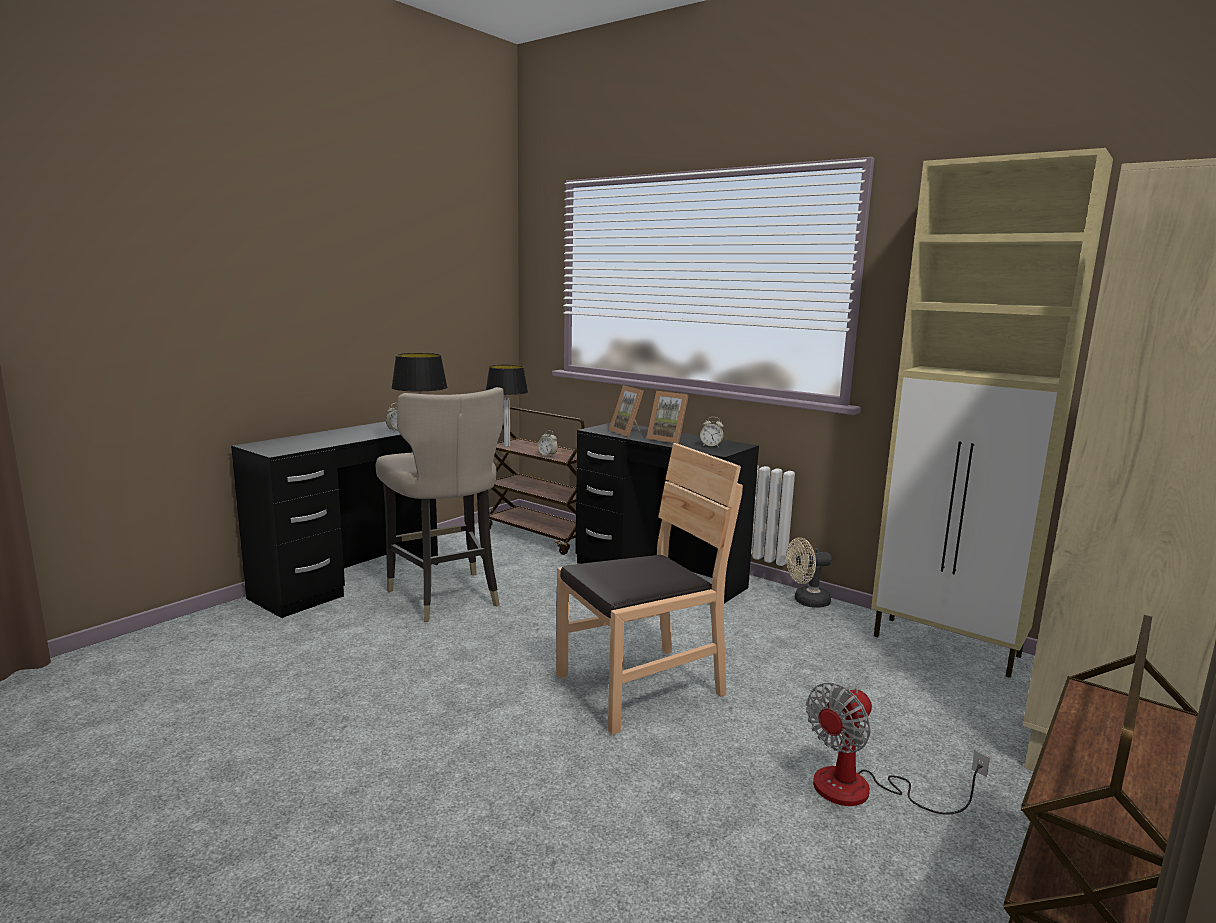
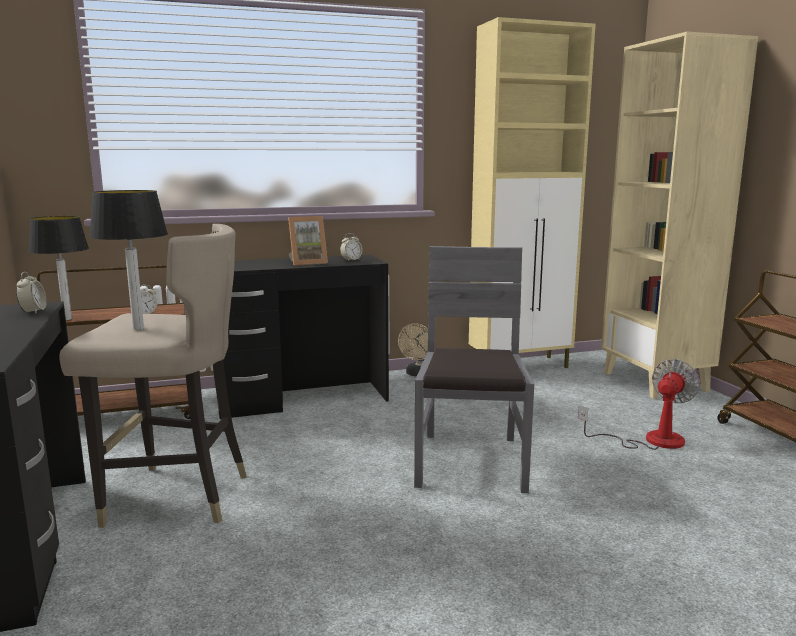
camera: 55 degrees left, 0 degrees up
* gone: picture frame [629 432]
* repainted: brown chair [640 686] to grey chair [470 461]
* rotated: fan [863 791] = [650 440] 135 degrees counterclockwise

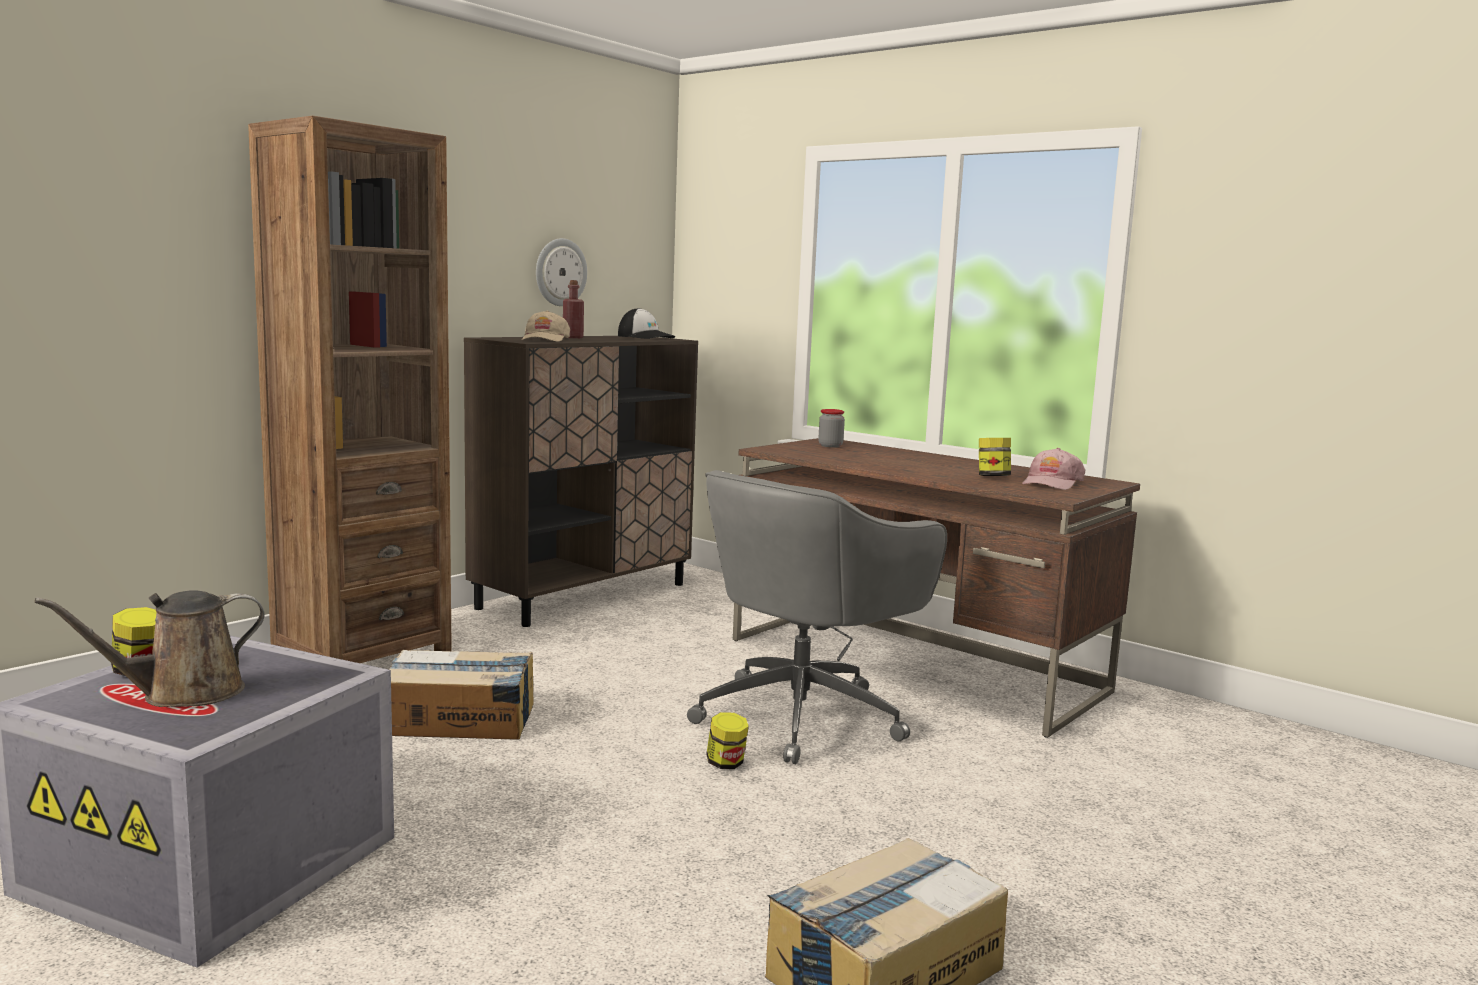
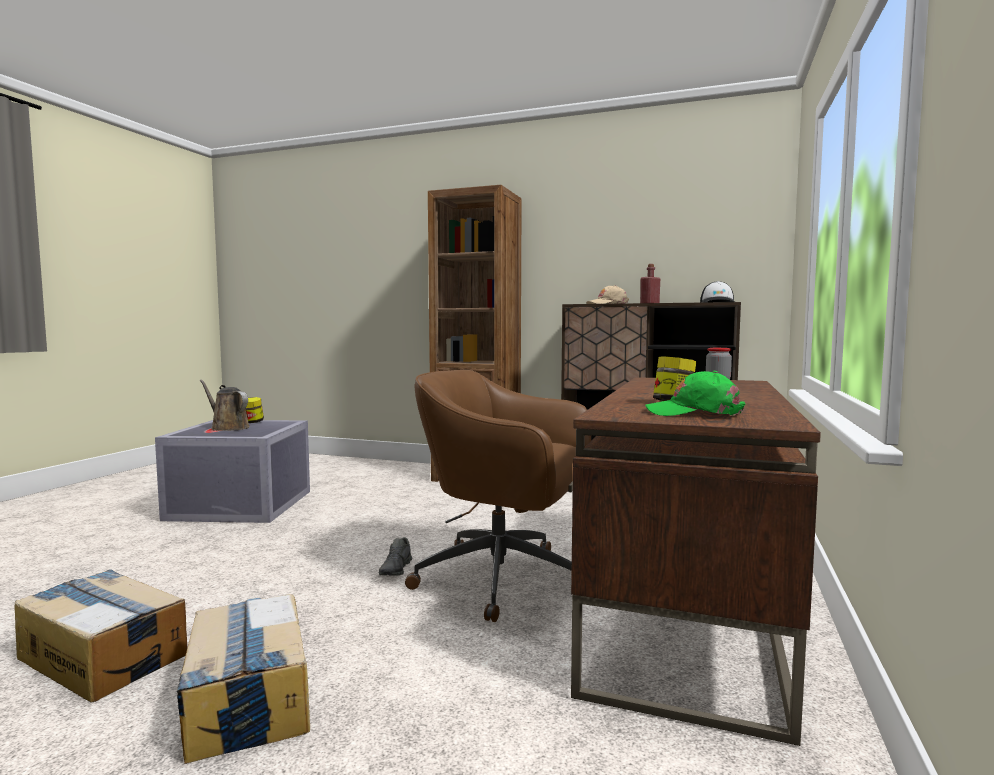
camera: 70 degrees right, 5 degrees down
* gone: wall clock [560 272]
* shifted: cardboard box [460 720] to [248 698]
* swapped: jar [726 764] to grey shoe [396 569]
* repainted: grey office chair [804 716] to brown office chair [505 580]
* repainted: pink cap [1051 483] to green cap [694 413]

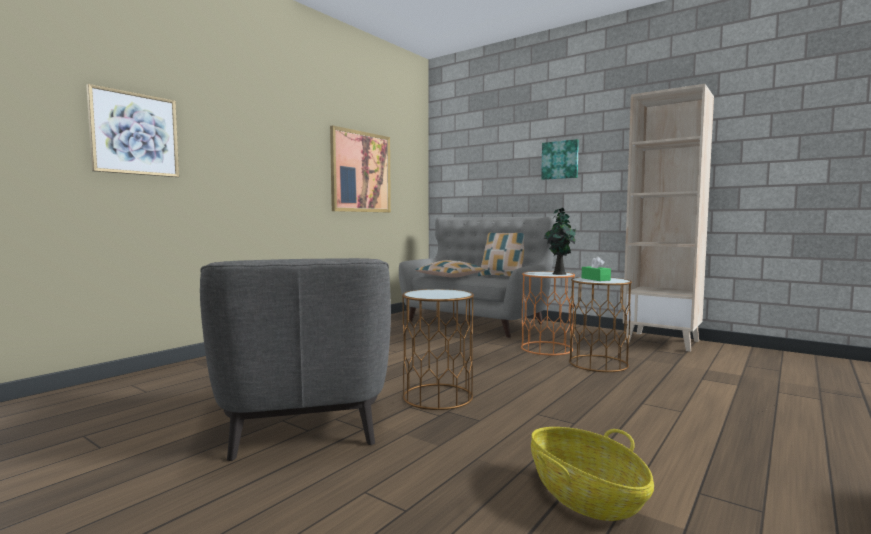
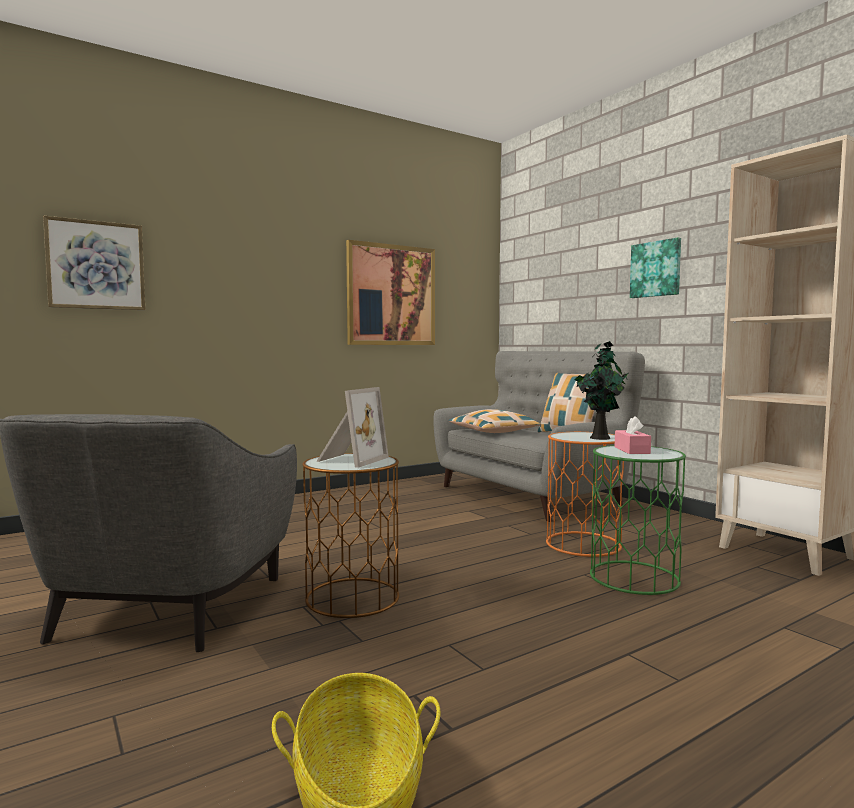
camera: 20 degrees right, 0 degrees up
* new: picture frame [350 460]
* repainted: brown side table [598 363] to green side table [633 577]
* repainted: green tissue box [595 279] to pink tissue box [632 450]

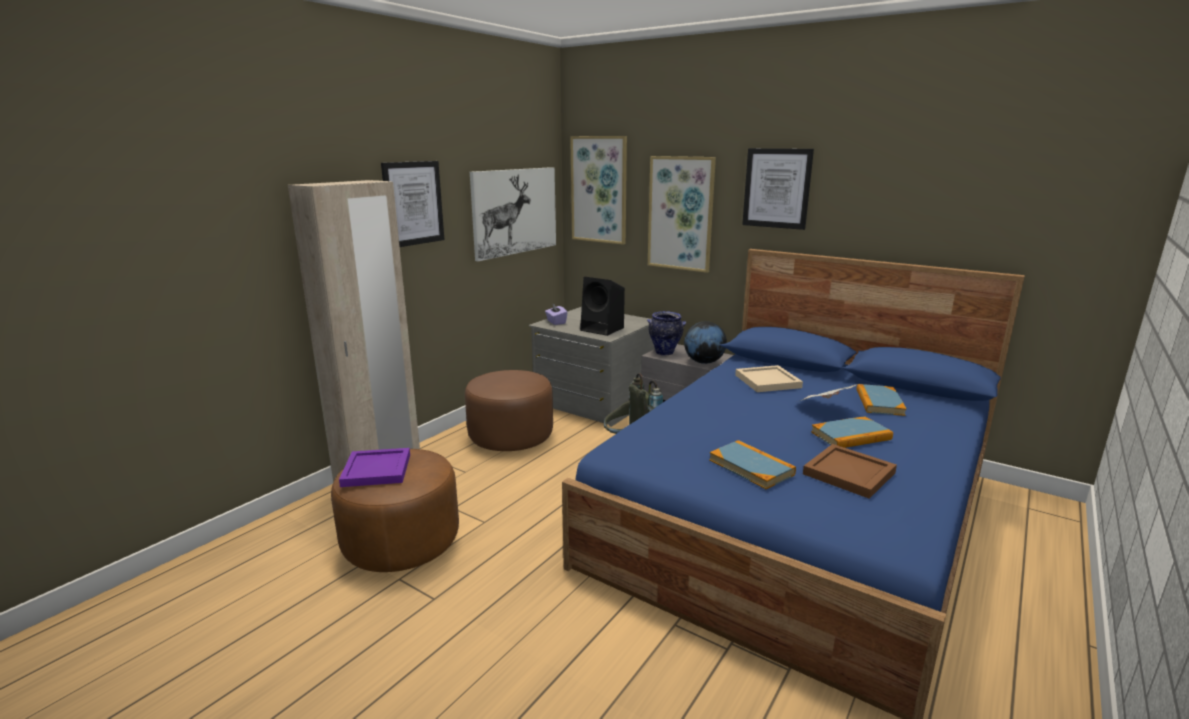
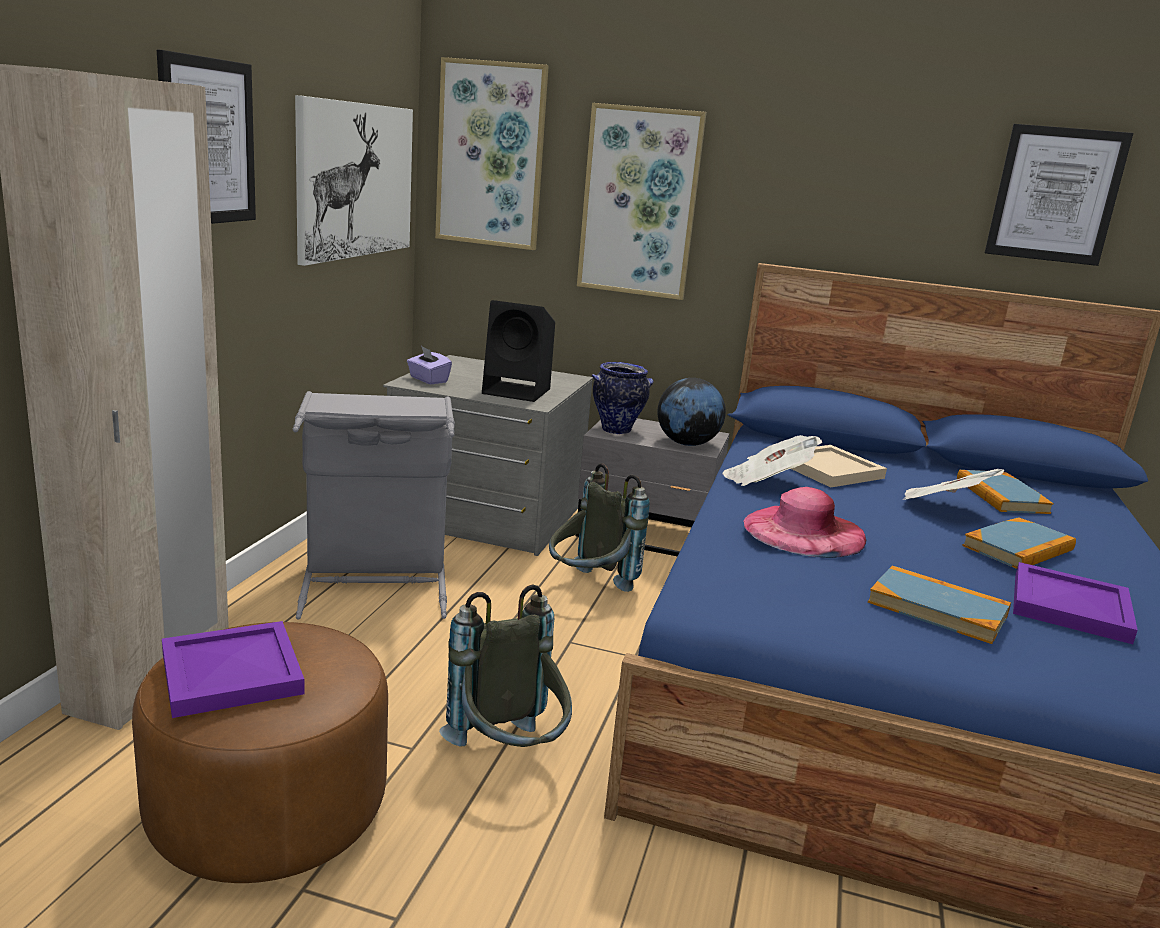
camera: 20 degrees left, 0 degrees up
* new: grey backpack [509 756]
* new: newspaper [766 482]
* new: pink hat [804 531]
* shifted: picture [777 188] to [1055 195]
* swapped: brown ottoman [511 436] to grey laundry basket [375 584]
* repainted: brown tray [848 472] to purple tray [1068 606]

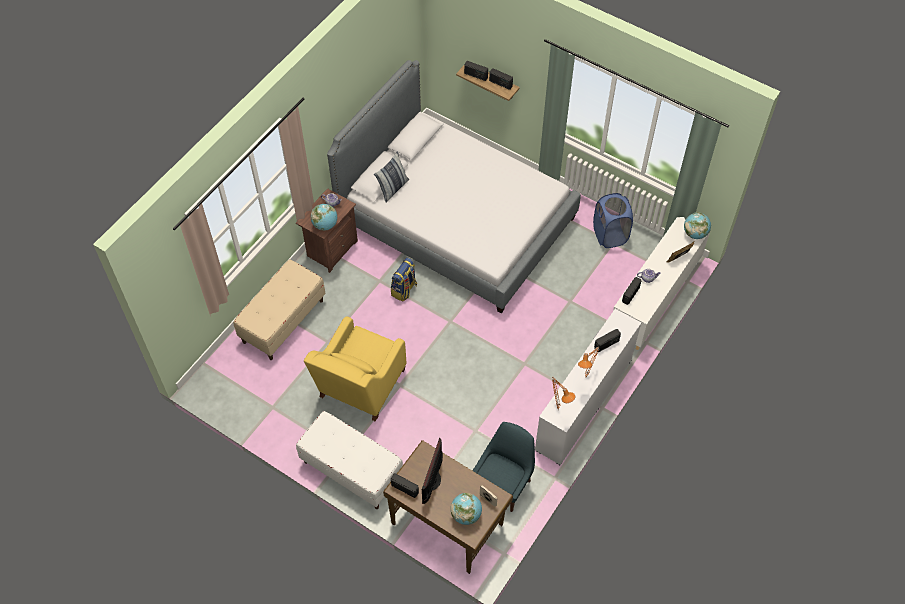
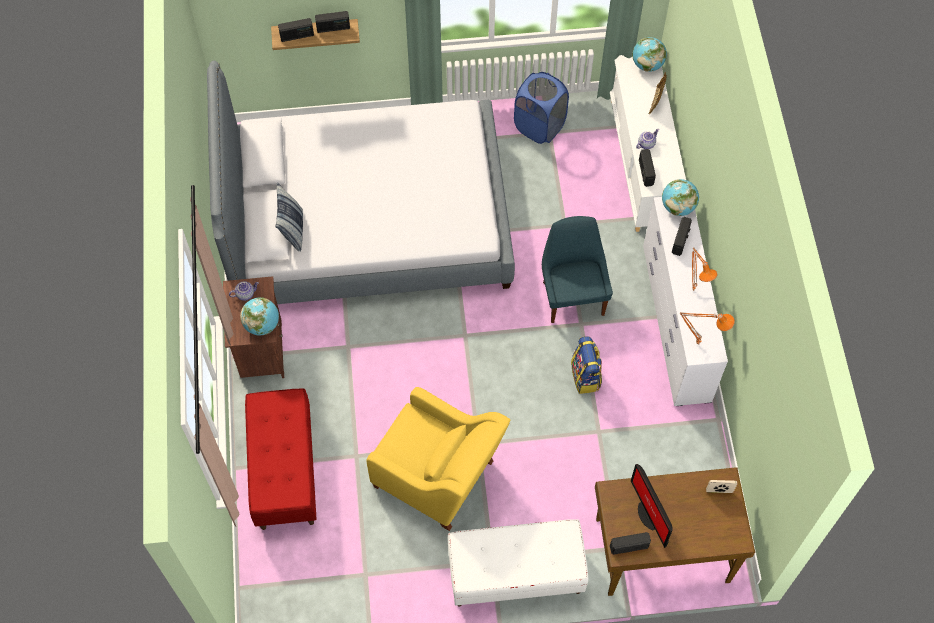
camera: 40 degrees left, 5 degrees up
* shifted: backpack [404 290] to [586 376]
* shifted: globe [466 514] to [678 207]
* shifted: blue chair [503 484] to [572 296]
* repainted: beige bench [283 321] to red bench [284 470]
* rotated: yellow armchair [360 386] = [438 477] 45 degrees counterclockwise

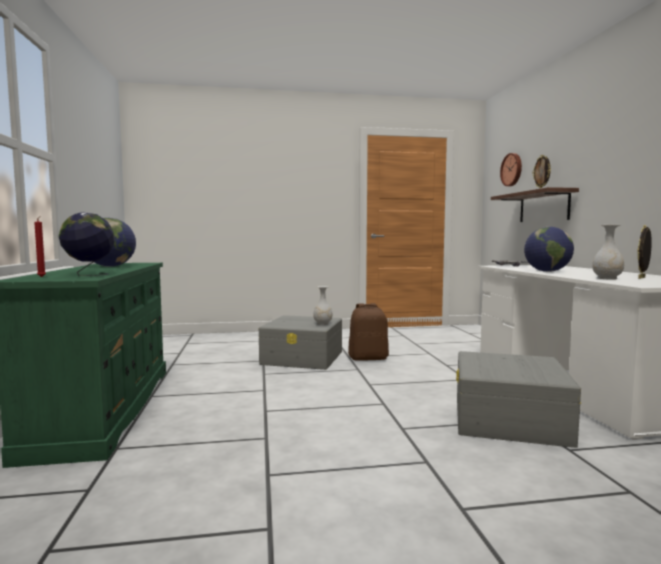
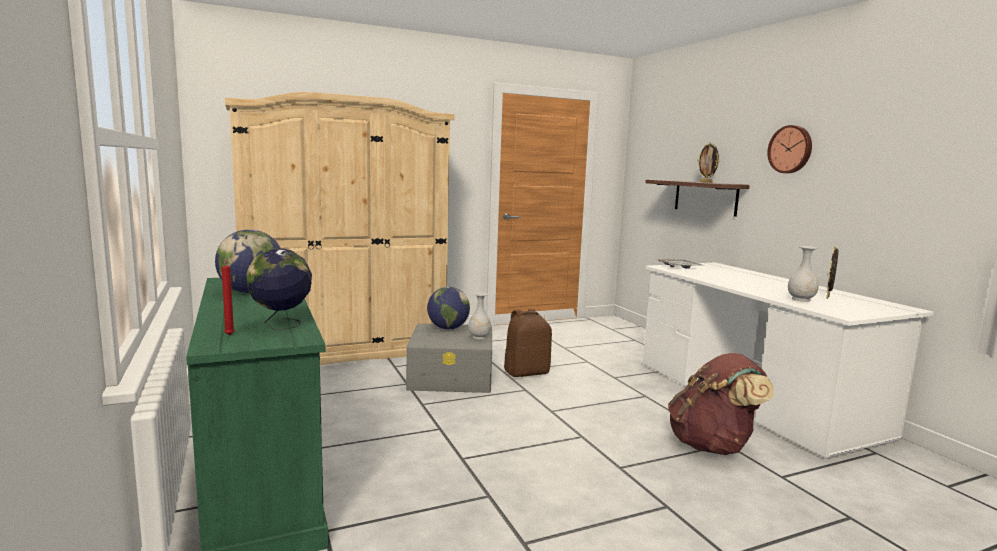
camera: 15 degrees left, 5 degrees up
* new: beige wardrobe [345 350]
* shifted: wall clock [512 169] to [791 149]
* shifted: globe [547 271] to [448 328]
* swapped: grey storage box [509 419] to brown backpack [713 446]

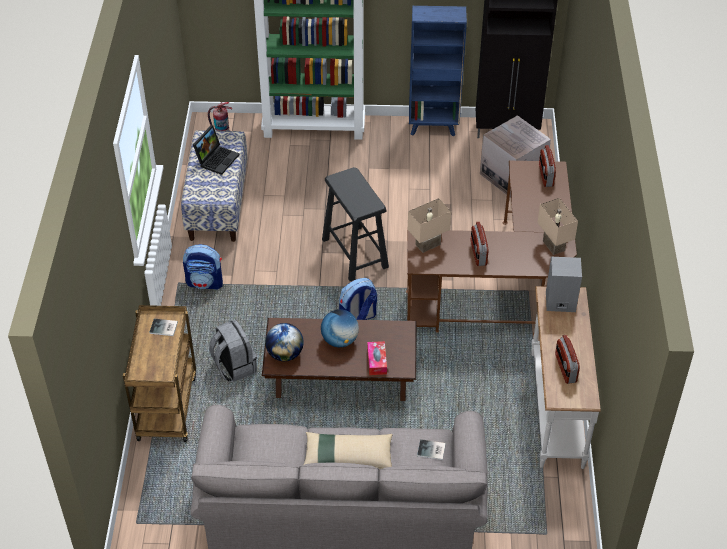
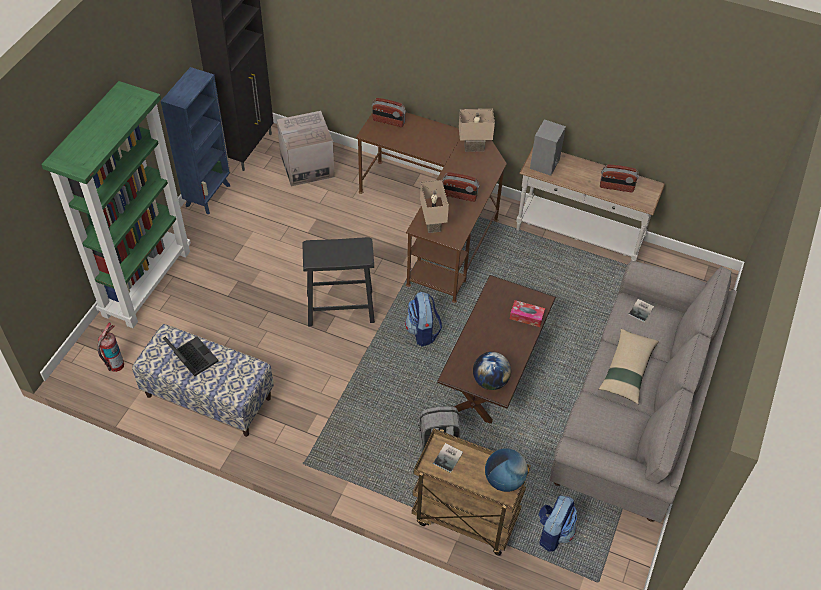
camera: 70 degrees left, 5 degrees up
* shifted: backpack [205 282] to [553 532]
* shifted: globe [340 340] to [504 480]

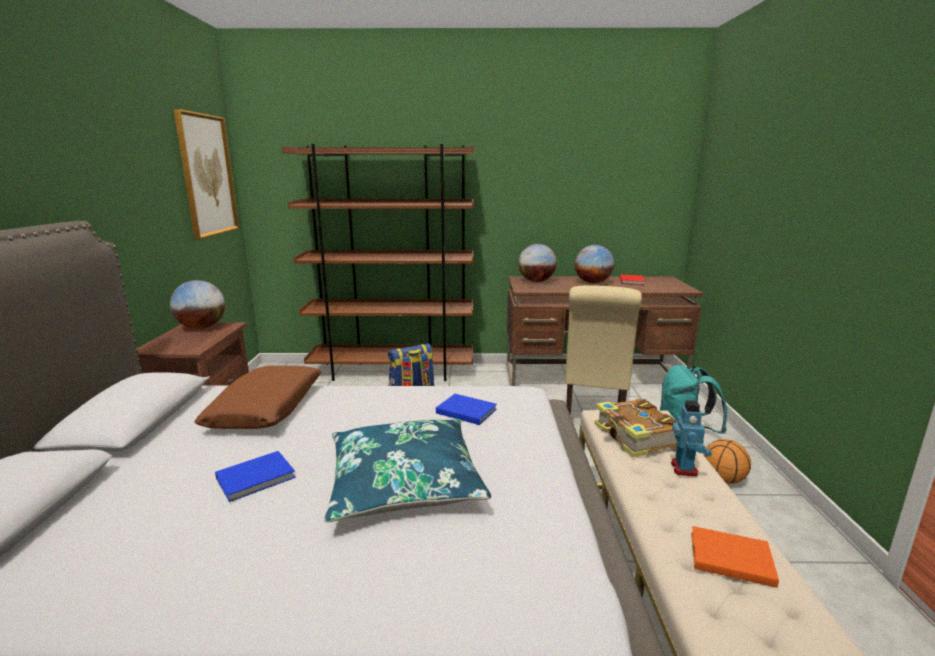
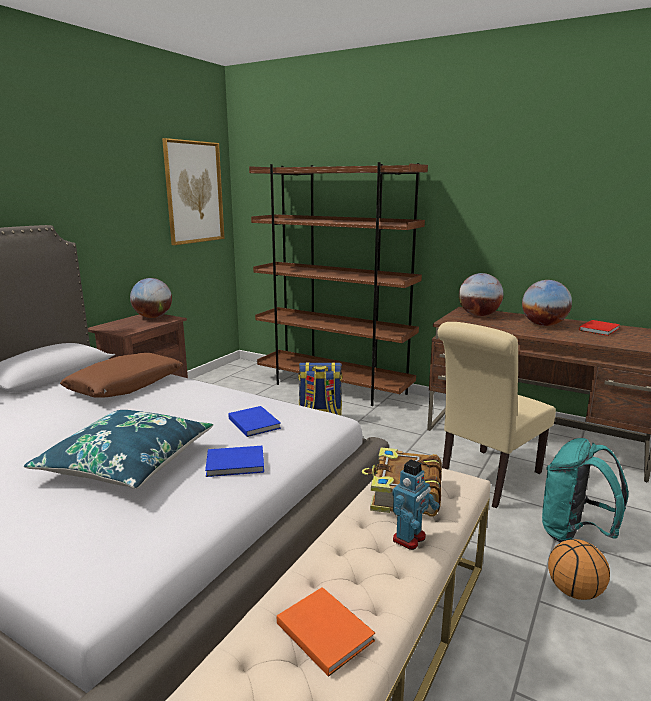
camera: 30 degrees right, 0 degrees up
* shifted: blue book [258 478] to [237 464]

